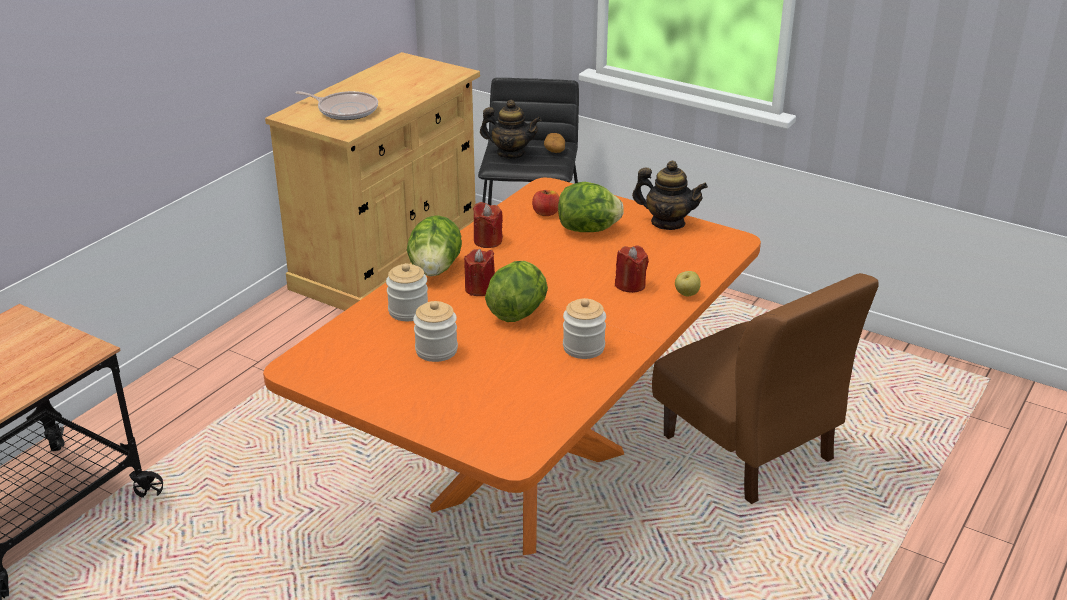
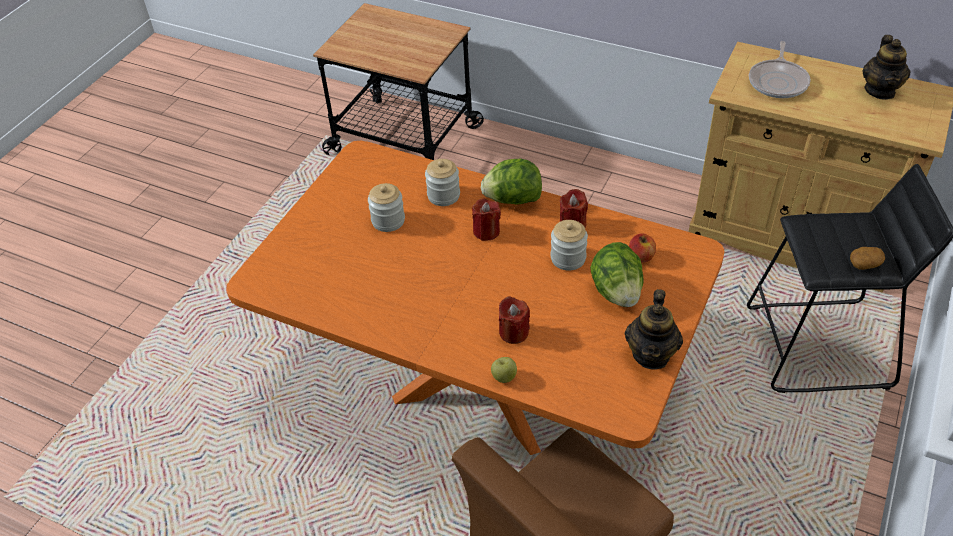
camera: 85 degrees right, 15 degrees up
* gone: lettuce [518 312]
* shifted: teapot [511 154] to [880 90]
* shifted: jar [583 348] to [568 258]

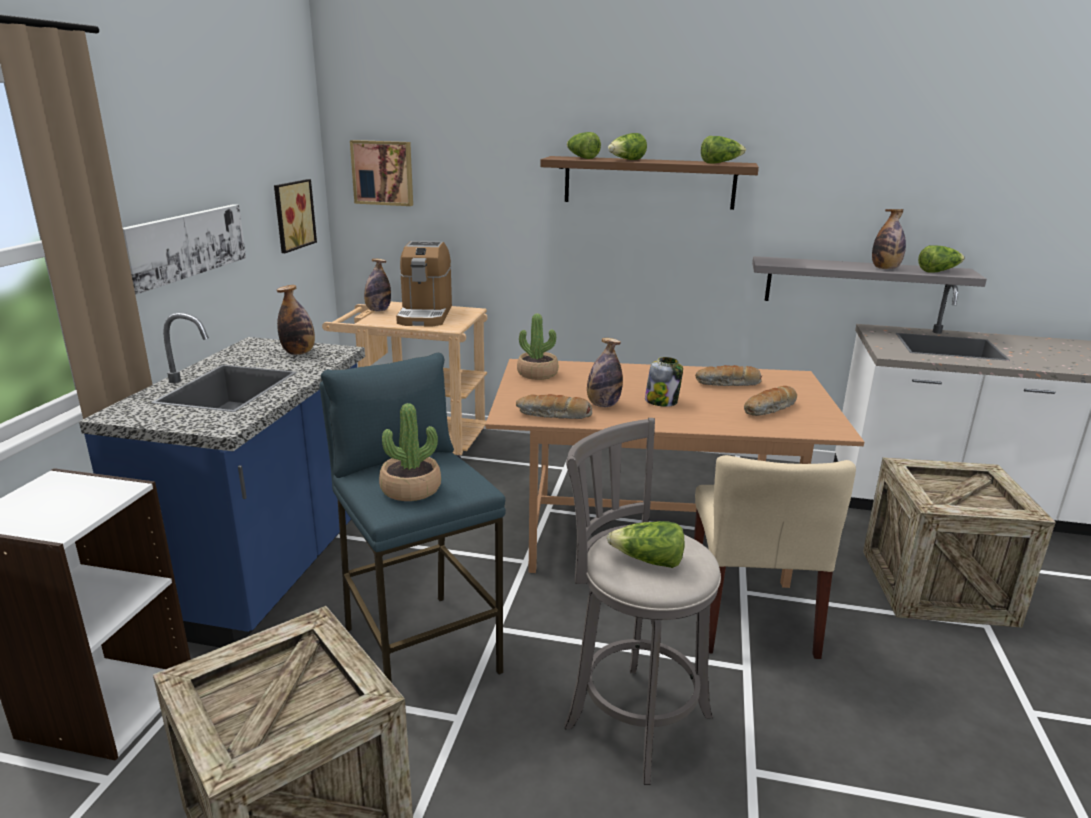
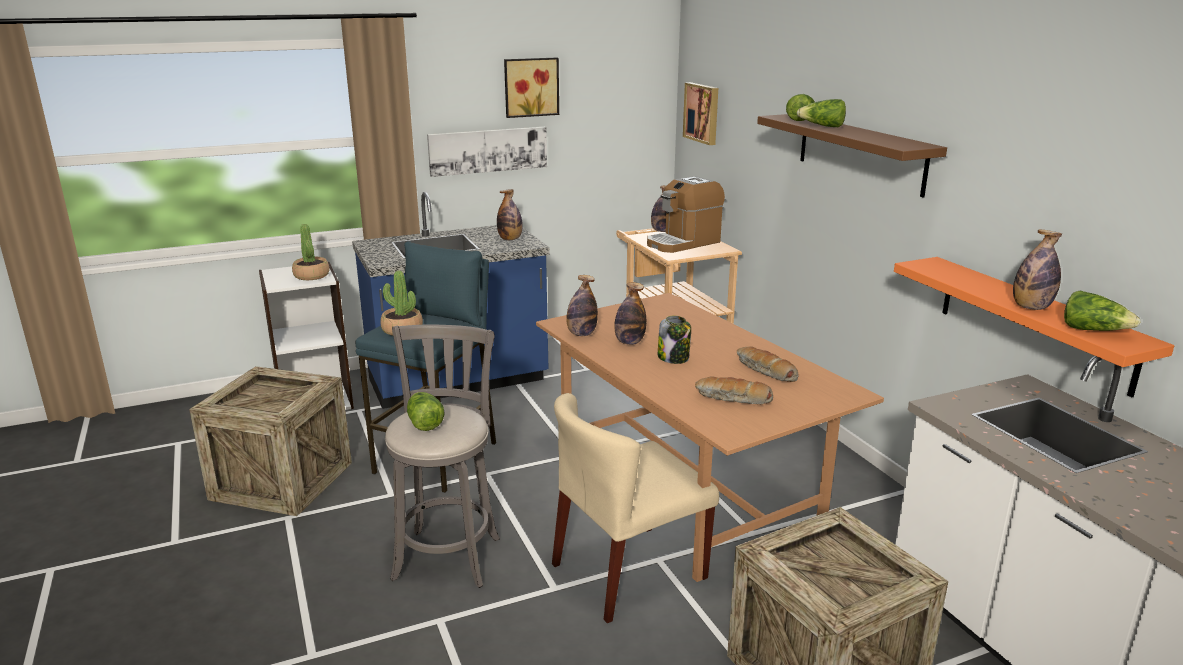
camera: 55 degrees right, 0 degrees up
* gone: lettuce [720 163]
* shifted: picture [292 215] to [530 87]
* shifted: potted plant [537 374] to [311 275]
* swapped: bread [553 416] to bottle [581 334]
* repainted: grey shelf [855 284] to orange shelf [1033 322]

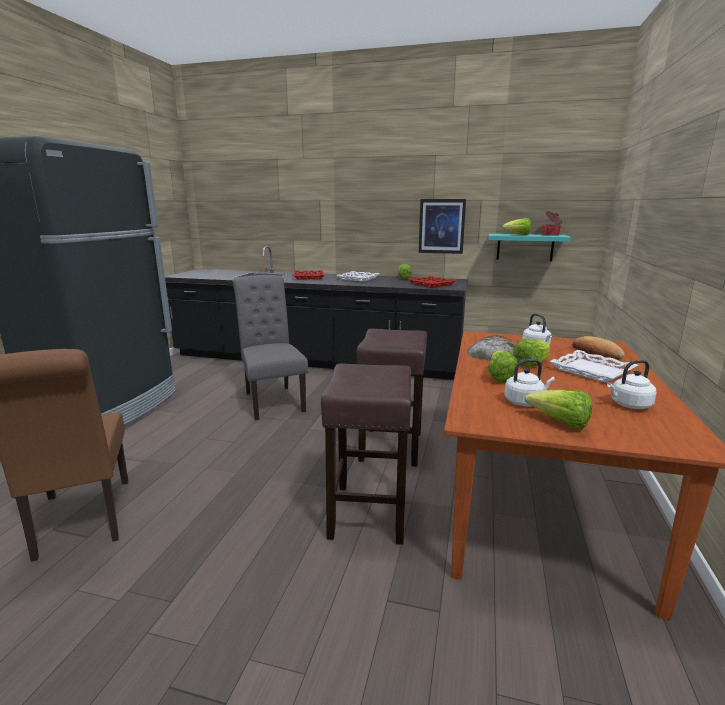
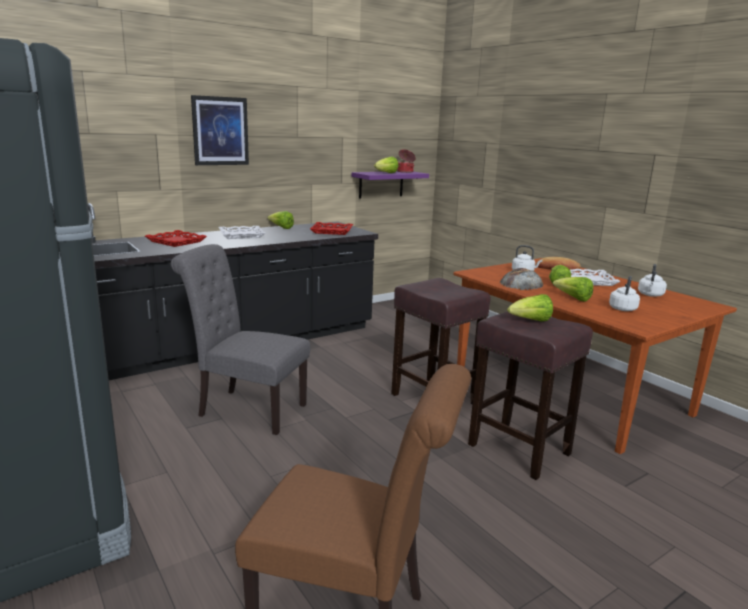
camera: 50 degrees left, 0 degrees up
* shifted: picture [441 226] to [220 131]
* shifted: lettuce [560 423] to [530 321]
* repainted: turquoise shelf [525 247] to purple shelf [381 184]

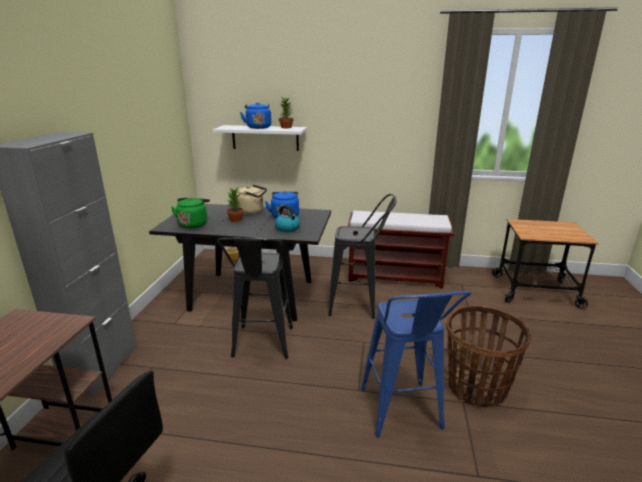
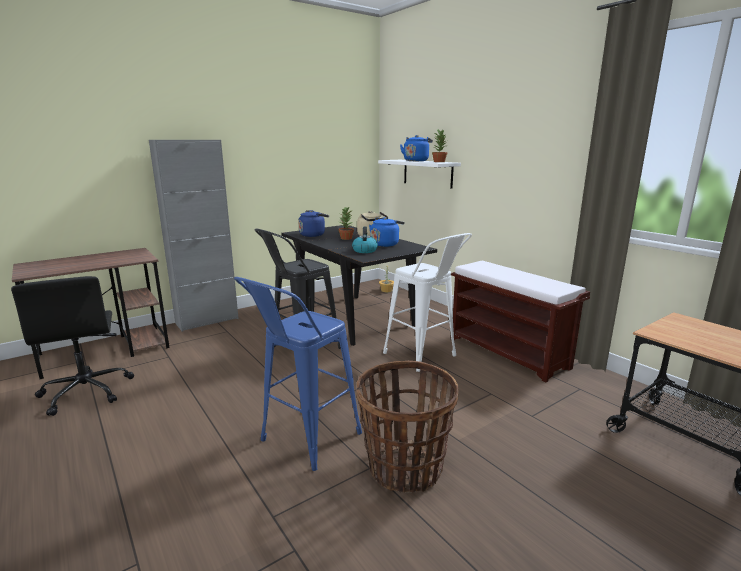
camera: 45 degrees right, 5 degrees down
* repainted: green kettle [193 224] to blue kettle [313 235]
* repainted: black stool [359 305] to white stool [424 357]

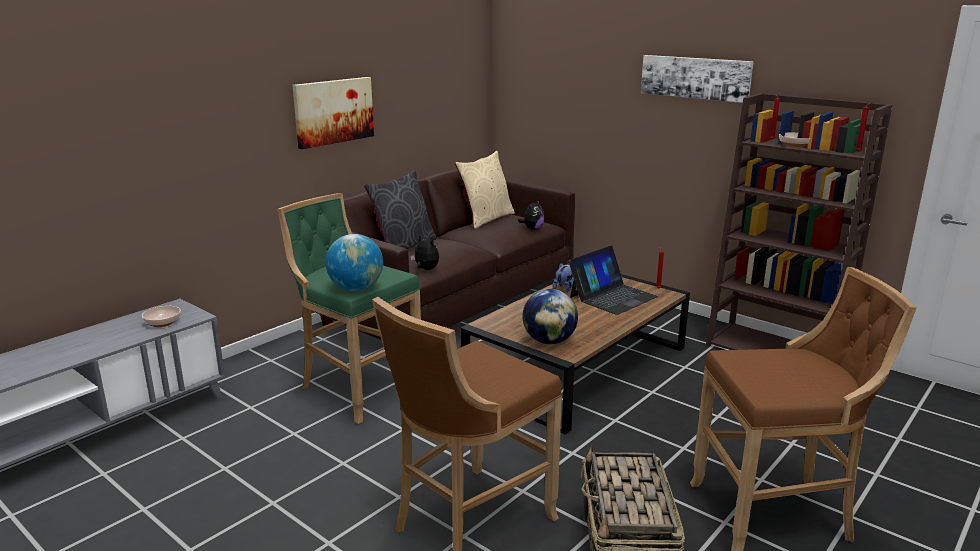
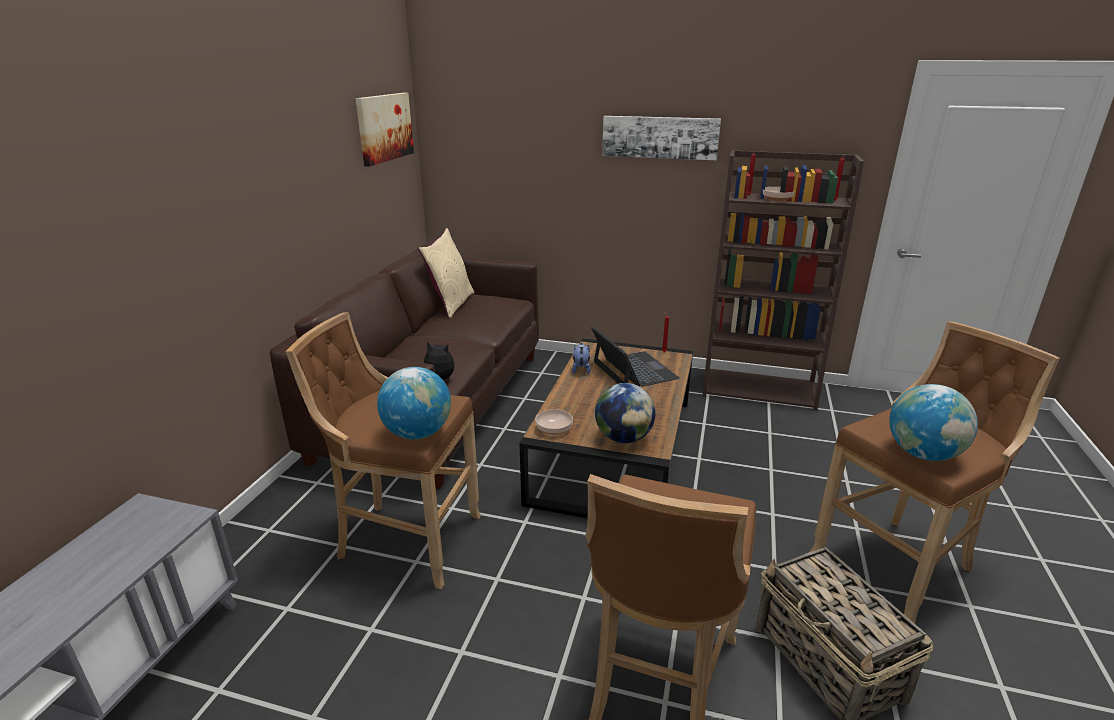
camera: 25 degrees left, 5 degrees up
* gone: grey pillow [403 246]
* gone: plush toy [532 229]
* new: globe [922 454]
* shifted: bowl [163 323] to [554 428]
* shifted: picture [333 111] to [384 127]
* repainted: green stool [356 388] to brown stool [405 539]
* rotated: laptop [612 296] = [633 370] 45 degrees counterclockwise

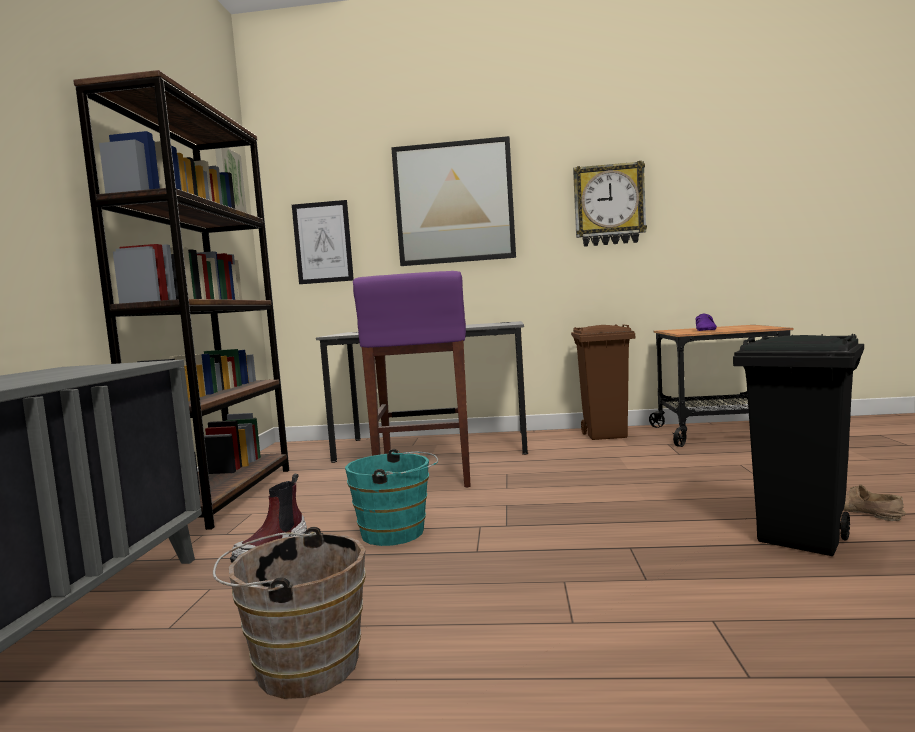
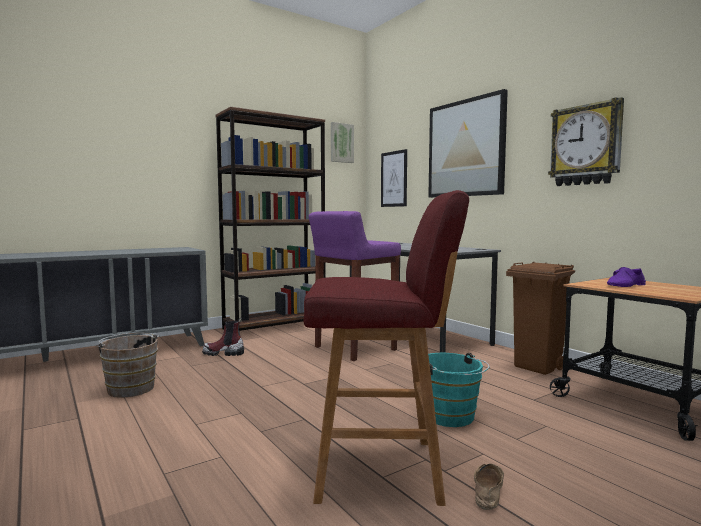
camera: 50 degrees right, 0 degrees up
* shifted: turquoise bucket [398 533] to [451 417]
* swapped: black trash can [802 539] to red stool [381 469]

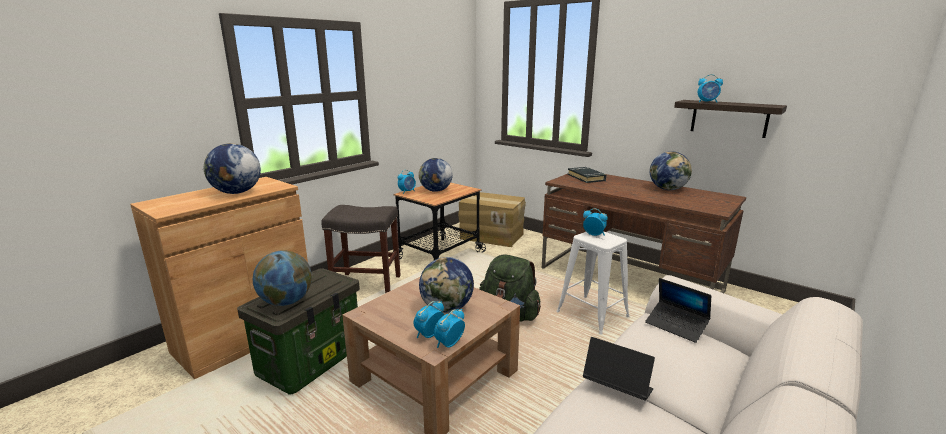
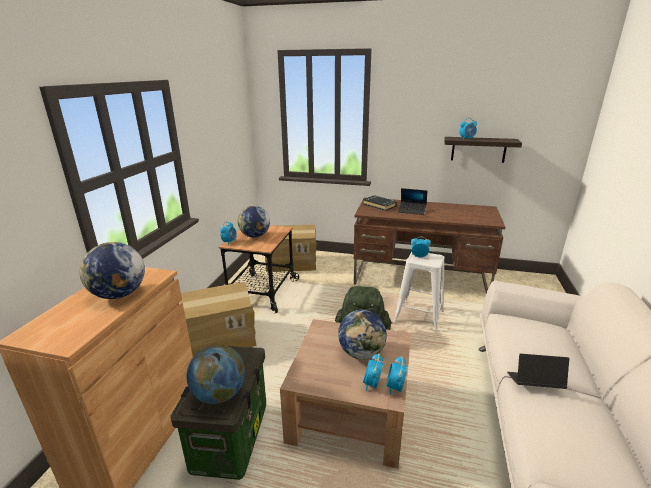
camera: 25 degrees left, 5 degrees up
* gone: globe [667 189]
* shifted: laptop [676 326] to [412 211]
* swapped: grey stool [368 284] to cardboard box [219 339]

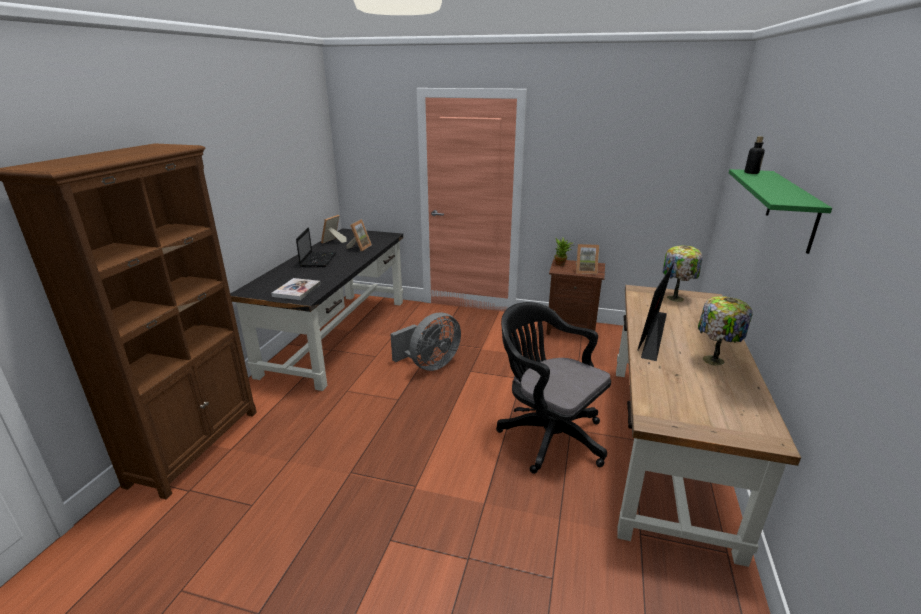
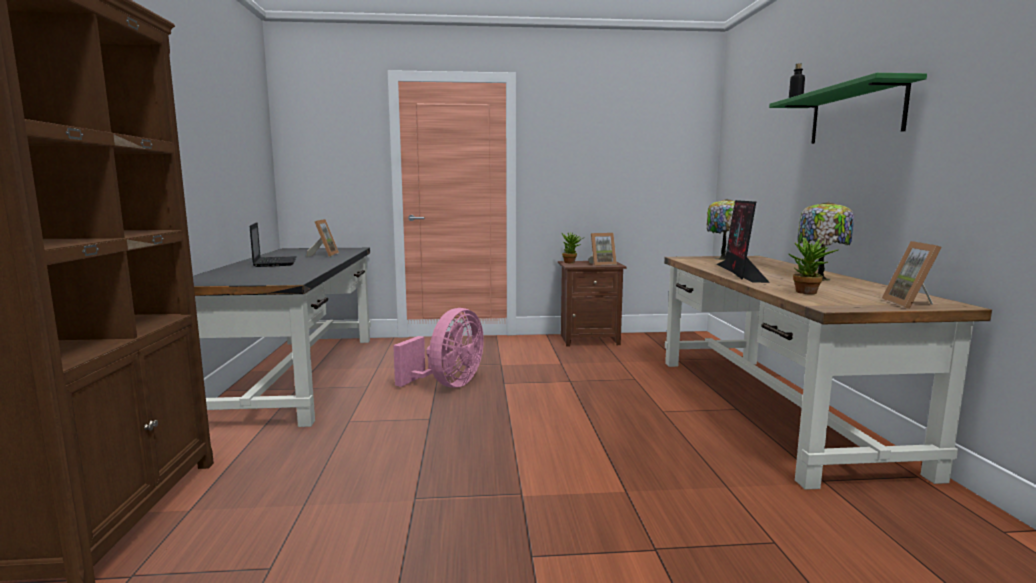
camera: 20 degrees left, 15 degrees down
* gone: book [297 290]
* gone: black office chair [547 435]
* new: potted plant [808 293]
* shifted: picture frame [333 242] to [913 304]
* repainted: grey fan [429 365] to pink fan [448 384]

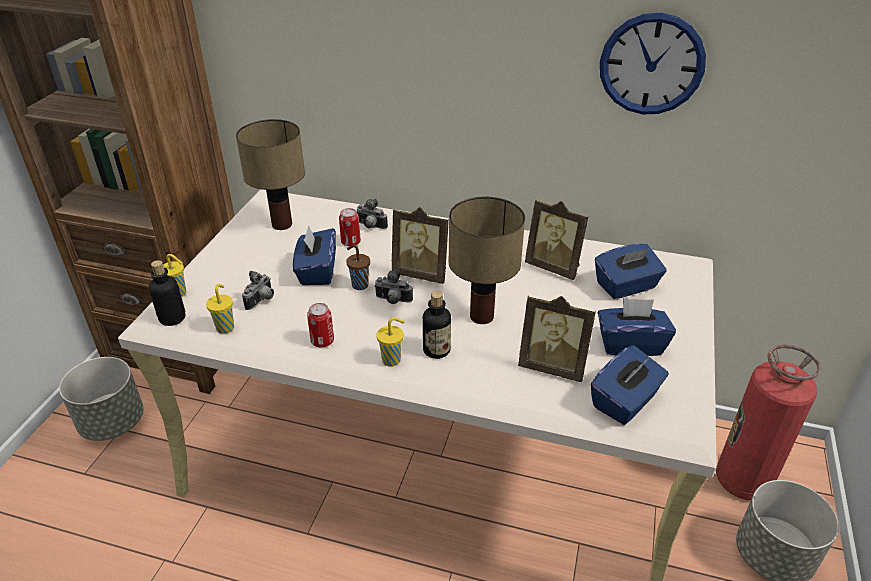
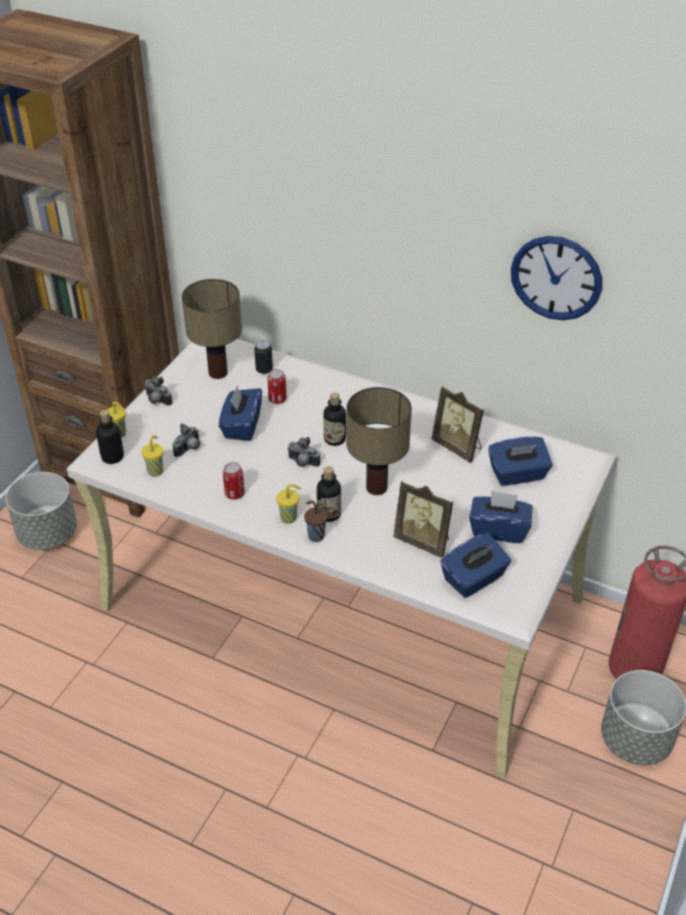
camera: 10 degrees right, 5 degrees up
* new: can [264 370]
* shifted: brown cup [359 285] to [315 536]
* shifted: photo camera [370 226] to [157 401]
* swapped: picture frame [422 273] to bottle [334 439]

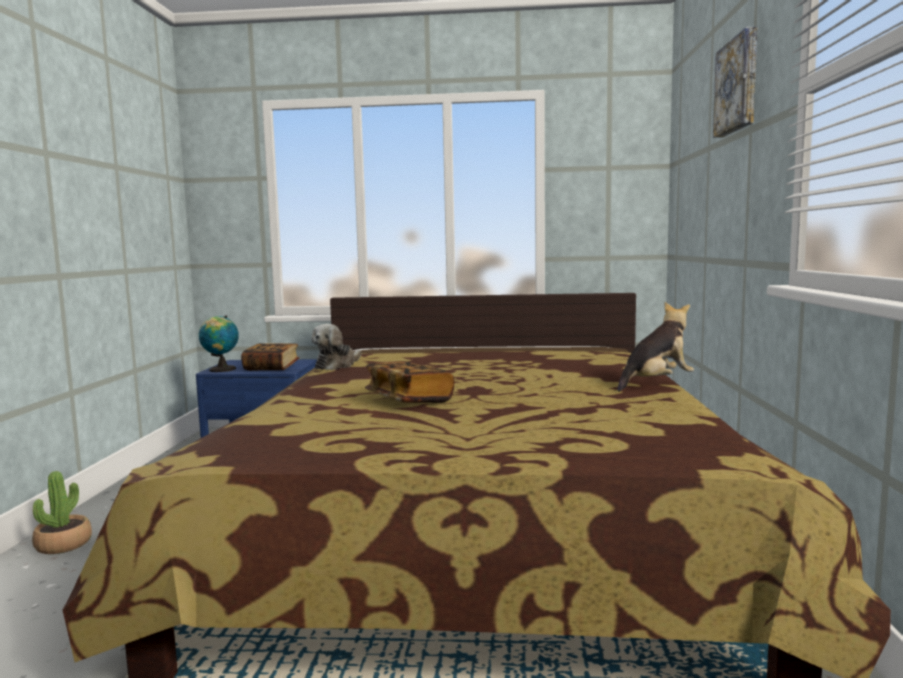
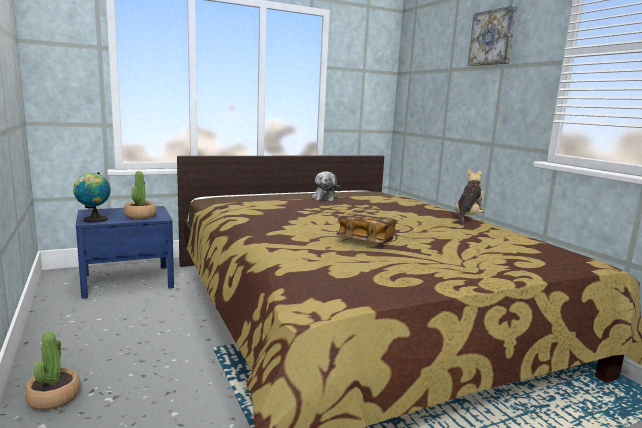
camera: 30 degrees left, 5 degrees up
* shifted: plush toy [337 365] to [324 198]
* swapped: book [271 368] to potted plant [140 216]

